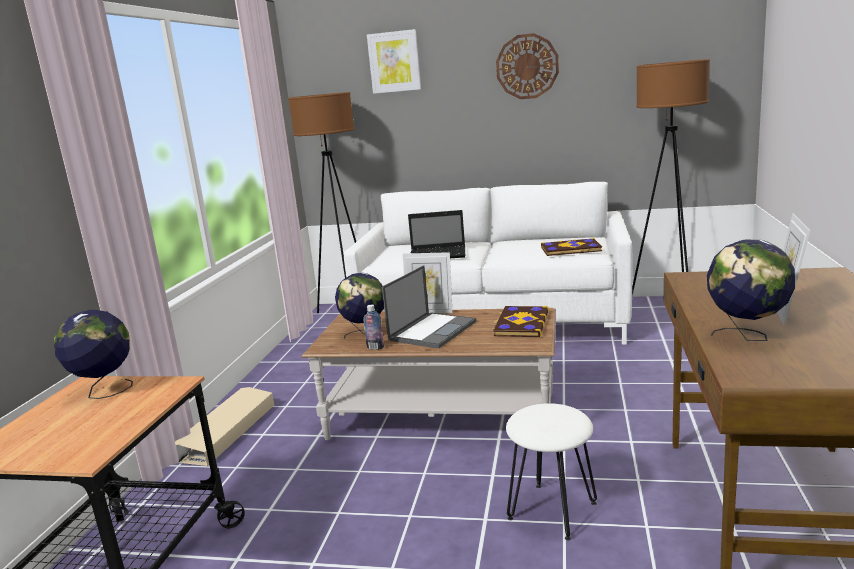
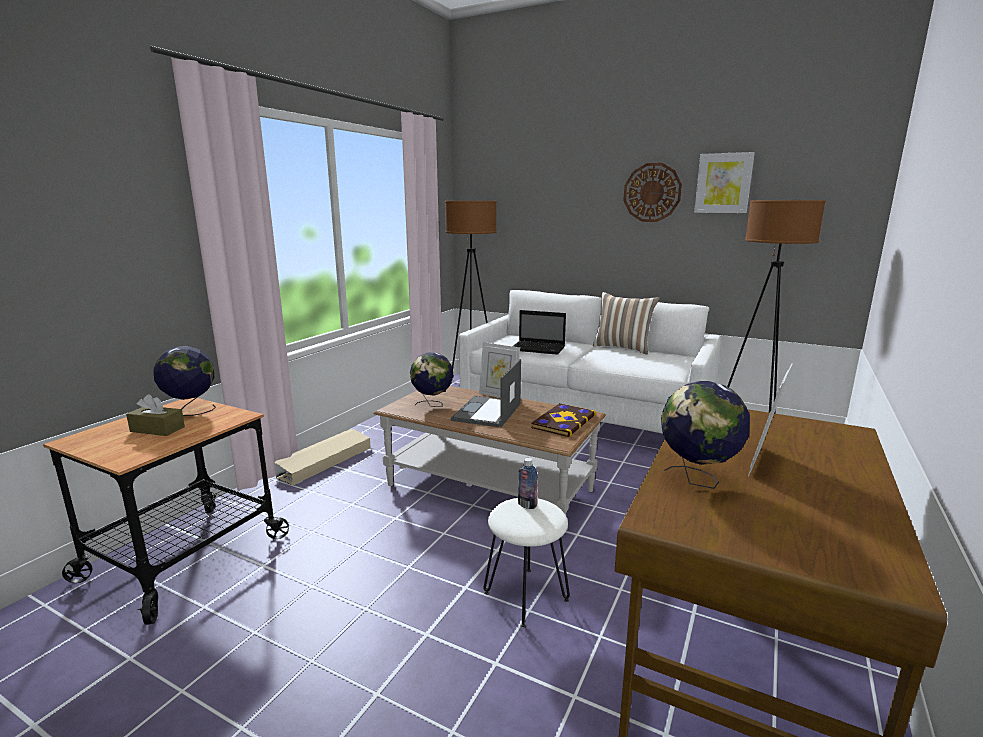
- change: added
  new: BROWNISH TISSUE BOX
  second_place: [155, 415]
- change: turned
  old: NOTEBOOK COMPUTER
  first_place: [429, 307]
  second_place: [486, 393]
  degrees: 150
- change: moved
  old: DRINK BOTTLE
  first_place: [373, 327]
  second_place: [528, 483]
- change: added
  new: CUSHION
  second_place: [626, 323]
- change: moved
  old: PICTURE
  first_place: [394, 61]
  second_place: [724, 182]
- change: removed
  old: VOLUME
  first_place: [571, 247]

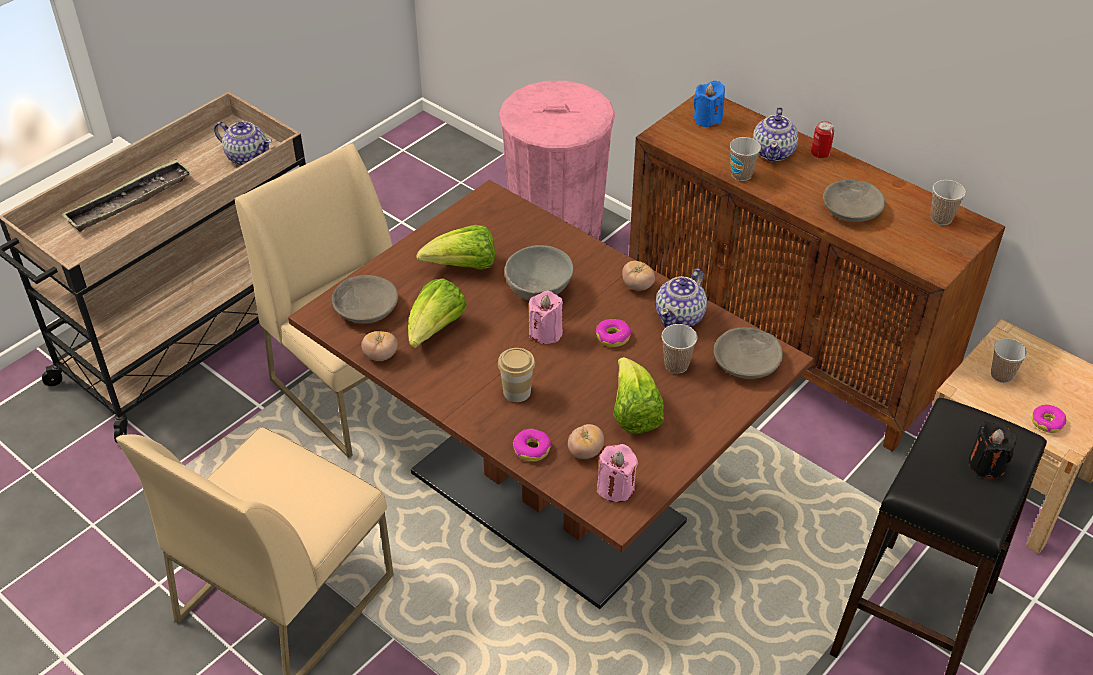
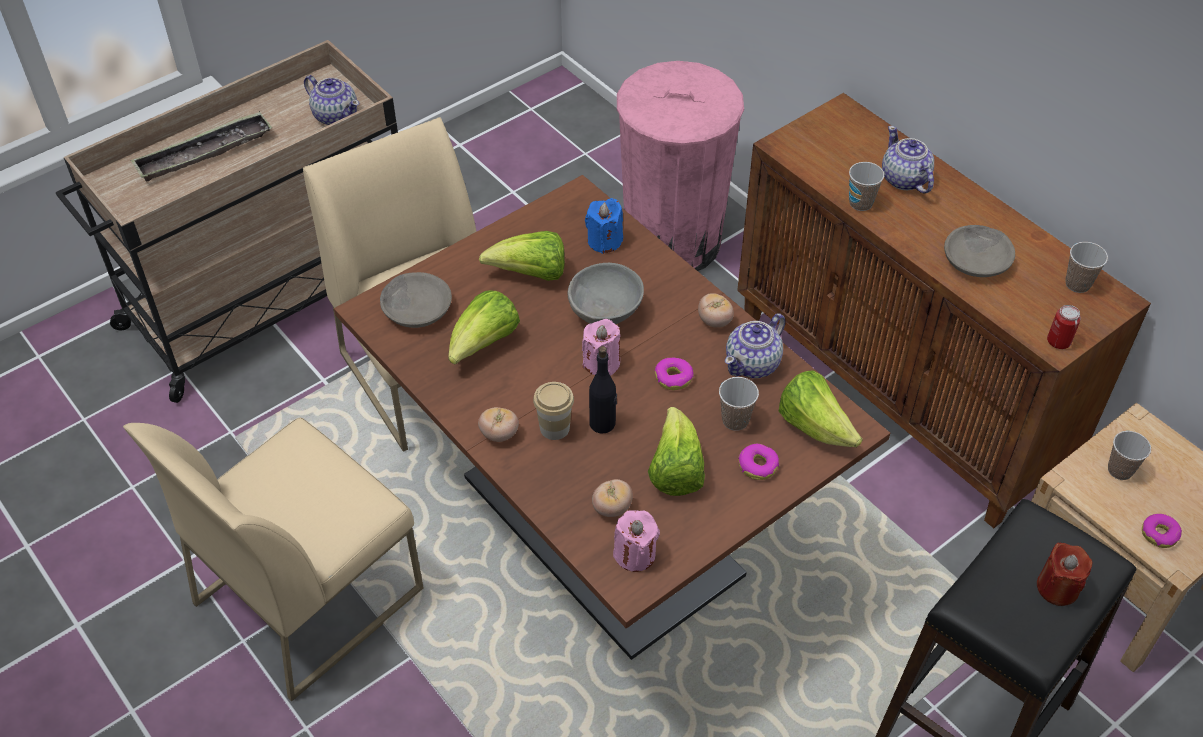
- change: moved
  old: FRESH TOMATO
  first_place: [379, 346]
  second_place: [498, 424]
- change: moved
  old: BLUISH WAX CANDLE
  first_place: [709, 104]
  second_place: [604, 226]
- change: added
  new: BLACK DRINK BOTTLE
  second_place: [603, 389]
- change: moved
  old: DOUGHNUT
  first_place: [532, 445]
  second_place: [758, 462]
- change: replaced
  old: GREYISH DEEP DISH
  new: LETTUCE HEAD
  first_place: [748, 353]
  second_place: [821, 408]
- change: turned
  old: POT FOR TEA
  first_place: [775, 134]
  second_place: [908, 160]
  degrees: 135
- change: recoloured
  old: BLACK WAX CANDLE
  new: RED-COLOURED WAX CANDLE
  first_place: [992, 450]
  second_place: [1065, 574]
- change: moved
  old: SEALED CAN
  first_place: [822, 139]
  second_place: [1064, 327]

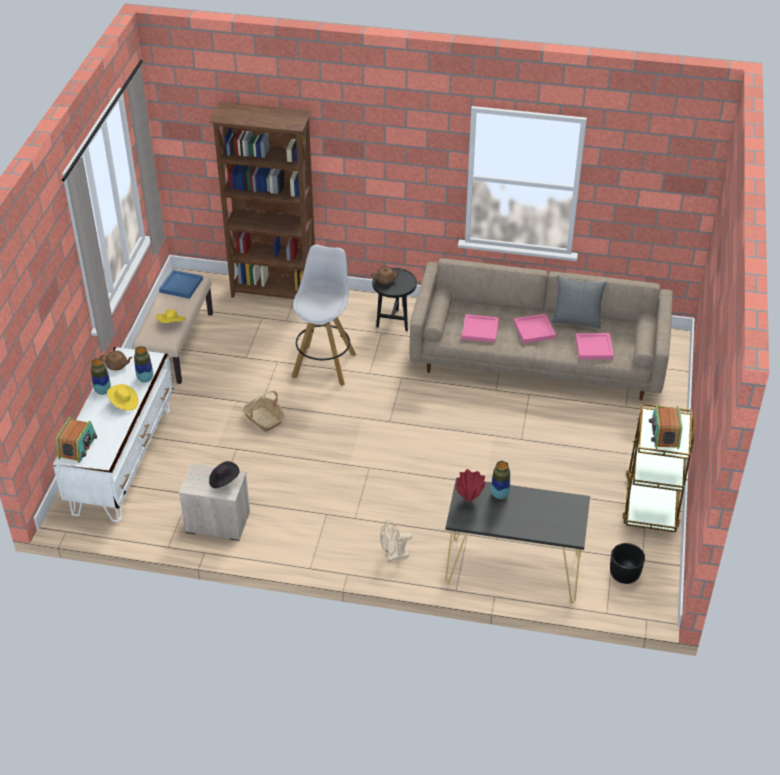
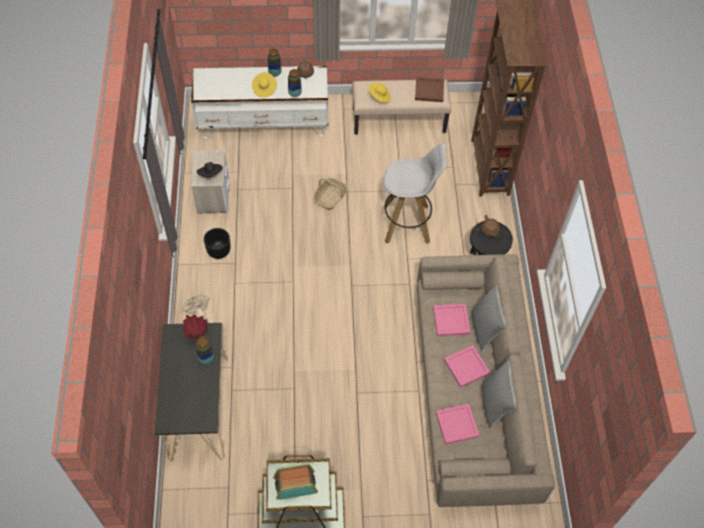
- change: moved
  old: BLACK FLOWER POT
  first_place: [627, 563]
  second_place: [217, 243]
- change: recoloured
  old: BLUISH TRAY
  new: BROWNISH TRAY
  first_place: [181, 284]
  second_place: [429, 89]
- change: added
  new: GREYISH CUSHION
  second_place: [489, 317]
- change: removed
  old: RADIO SET
  first_place: [76, 440]

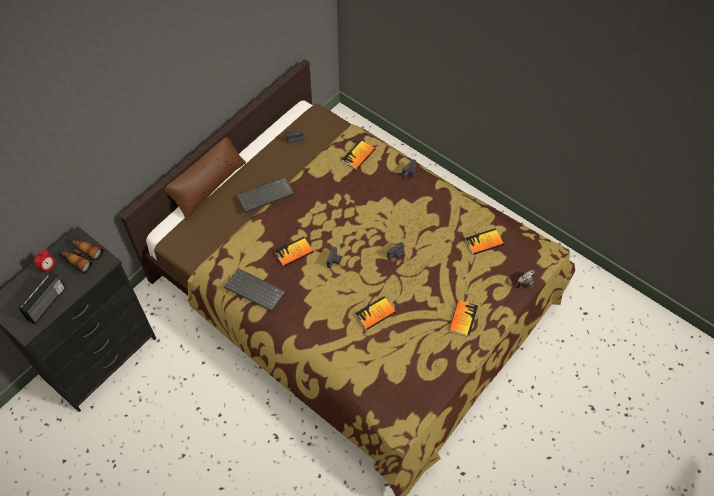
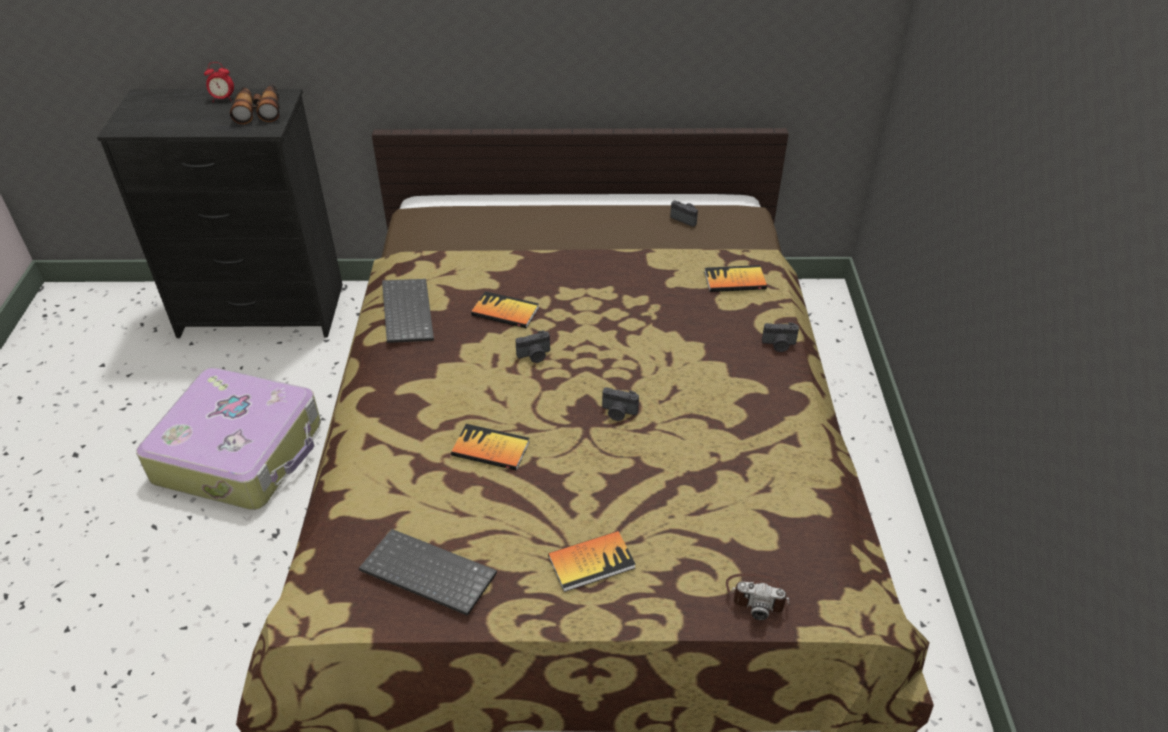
- change: added
  new: PIECE OF LUGGAGE
  second_place: [228, 439]
- change: moved
  old: PC KEYBOARD
  first_place: [265, 195]
  second_place: [428, 572]
- change: removed
  old: RADIO SET
  first_place: [42, 297]
- change: removed
  old: BROWNISH CUSHION
  first_place: [205, 179]
- change: removed
  old: VOLUME
  first_place: [484, 241]

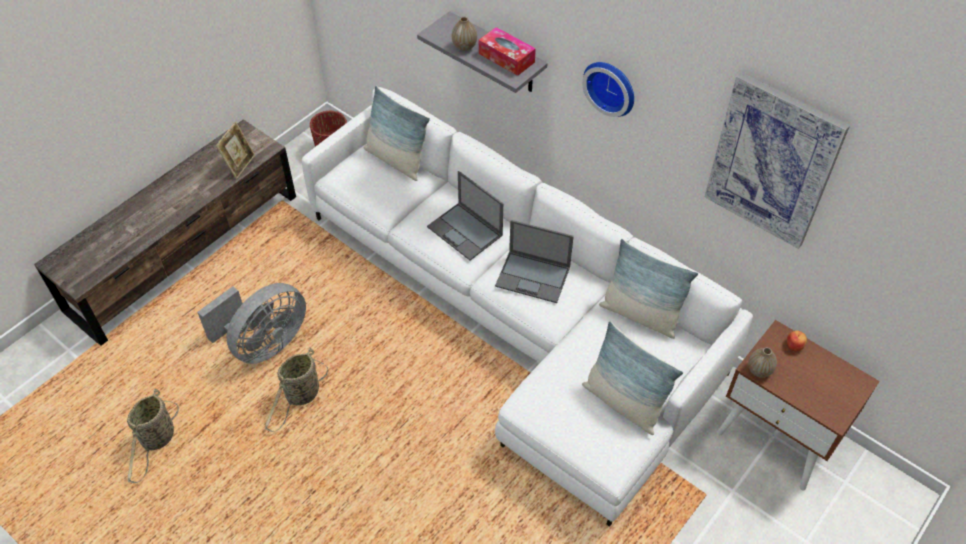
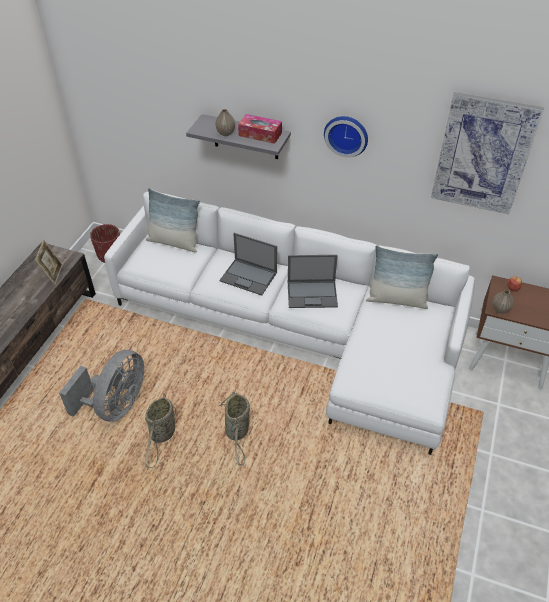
- change: moved
  old: HOUSEHOLD BASKET
  first_place: [153, 435]
  second_place: [234, 428]
- change: removed
  old: CUSHION
  first_place: [632, 378]

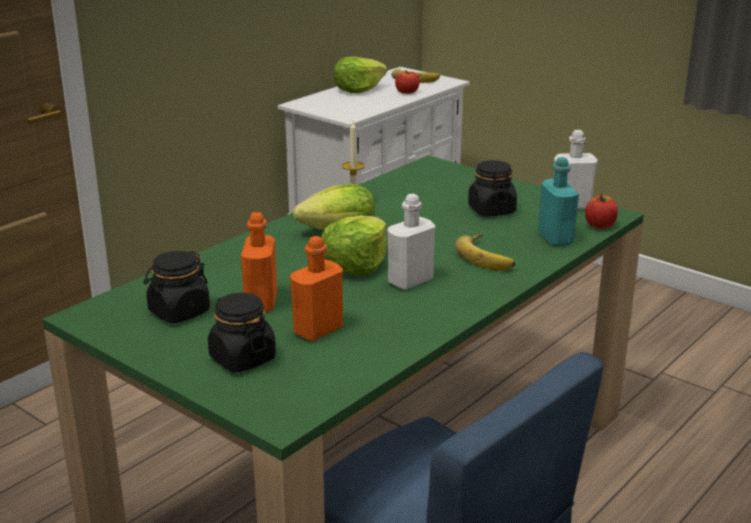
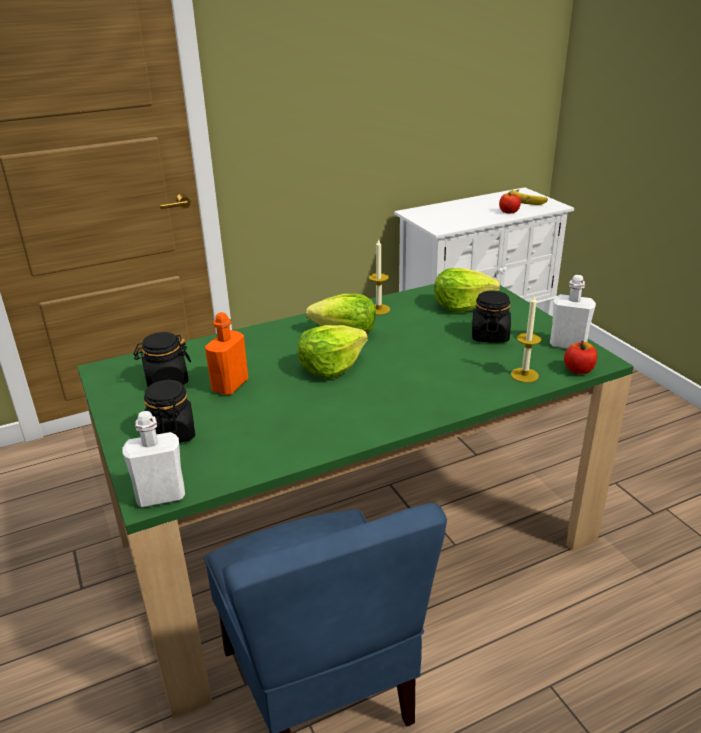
- change: moved
  old: WHITE DRINK BOTTLE
  first_place: [411, 242]
  second_place: [154, 459]
- change: moved
  old: LETTUCE HEAD
  first_place: [360, 75]
  second_place: [467, 290]
- change: replaced
  old: TURQUOISE-COLOURED DRINK BOTTLE
  new: WAX CANDLE
  first_place: [558, 201]
  second_place: [526, 339]
- change: removed
  old: ORANGE-COLOURED DRINK BOTTLE
  first_place: [316, 288]
- change: removed
  old: BANANA
  first_place: [485, 252]

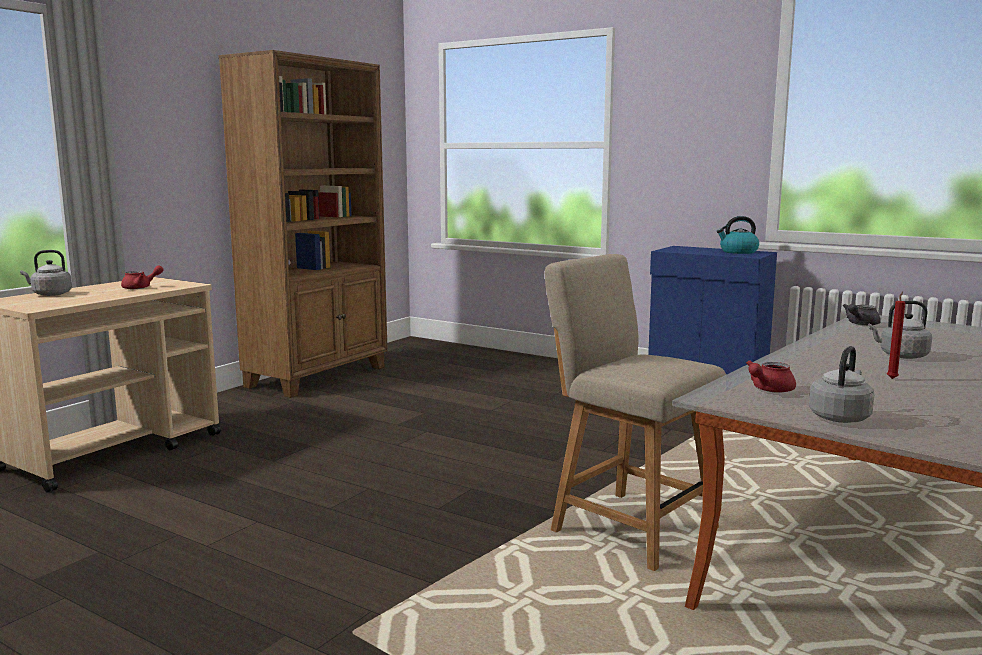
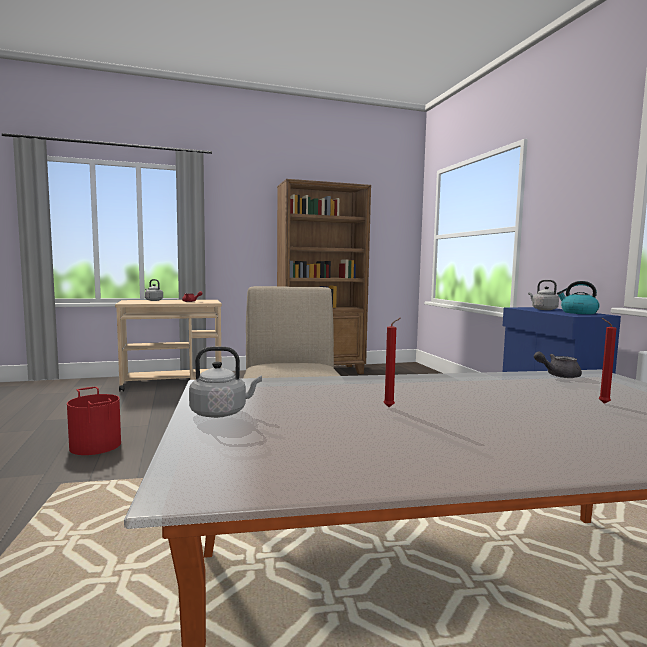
- change: added
  new: RED-COLOURED PAIL
  second_place: [94, 421]
- change: moved
  old: GREYISH WATER KETTLE
  first_place: [900, 330]
  second_place: [543, 295]
- change: added
  new: RED-COLOURED WAX CANDLE
  second_place: [607, 361]
- change: removed
  old: RED-COLOURED POT FOR TEA
  first_place: [771, 376]

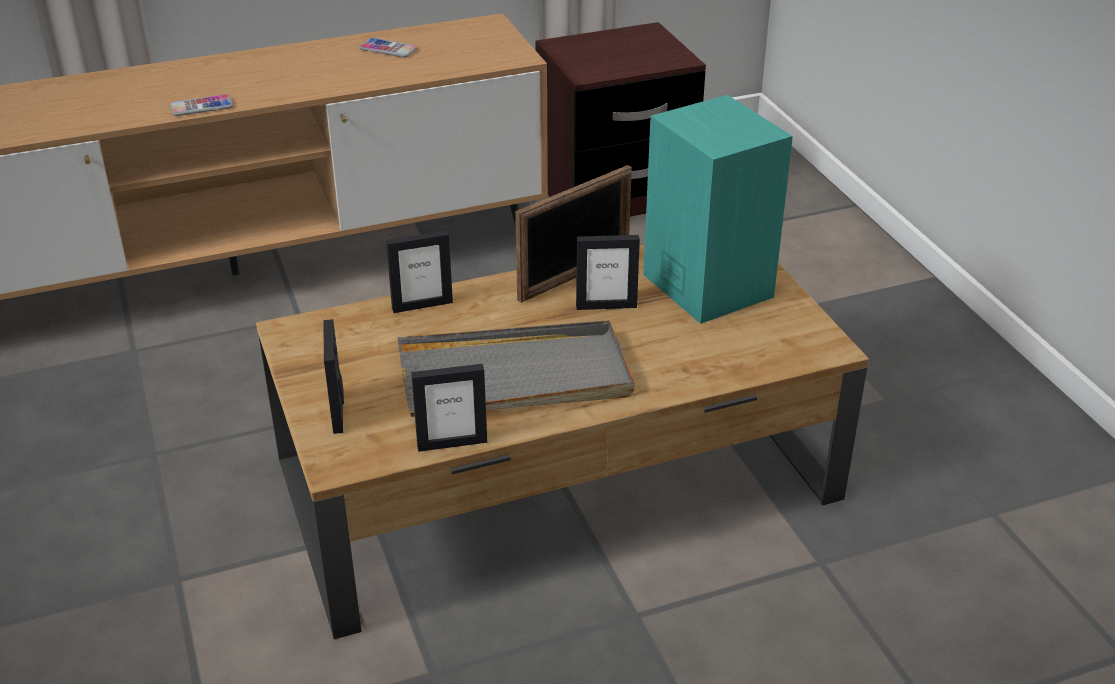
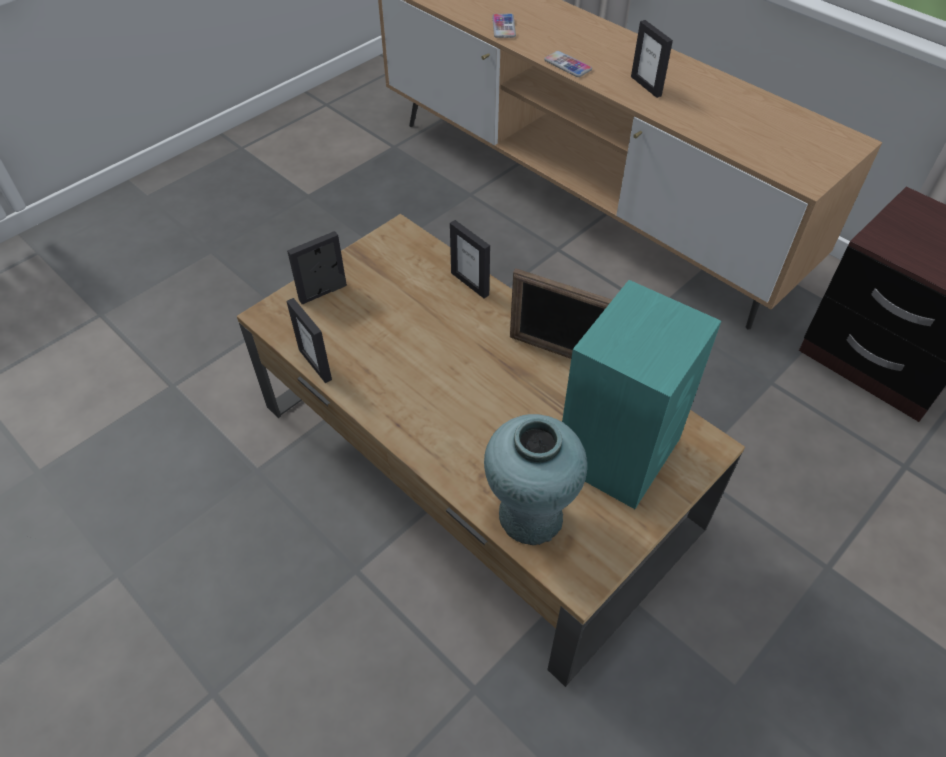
- change: added
  new: TURQUOISE-COLOURED DECORATIVE VASE
  second_place: [535, 479]
- change: moved
  old: HANDSET
  first_place: [388, 48]
  second_place: [504, 26]
- change: moved
  old: PHOTO FRAME
  first_place: [608, 272]
  second_place: [652, 59]
- change: removed
  old: GREYISH TRAY
  first_place: [516, 368]

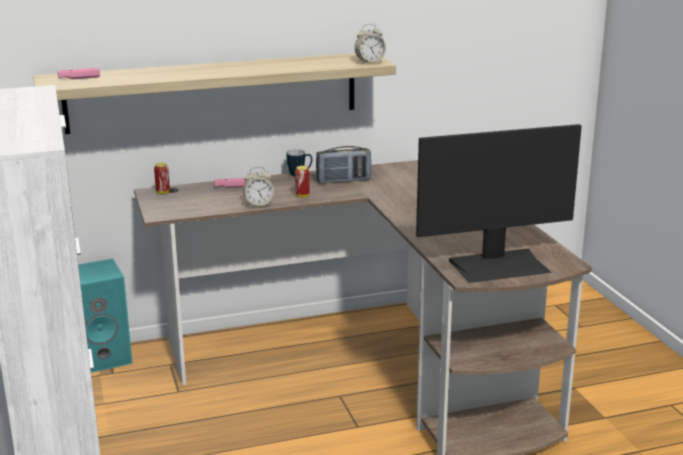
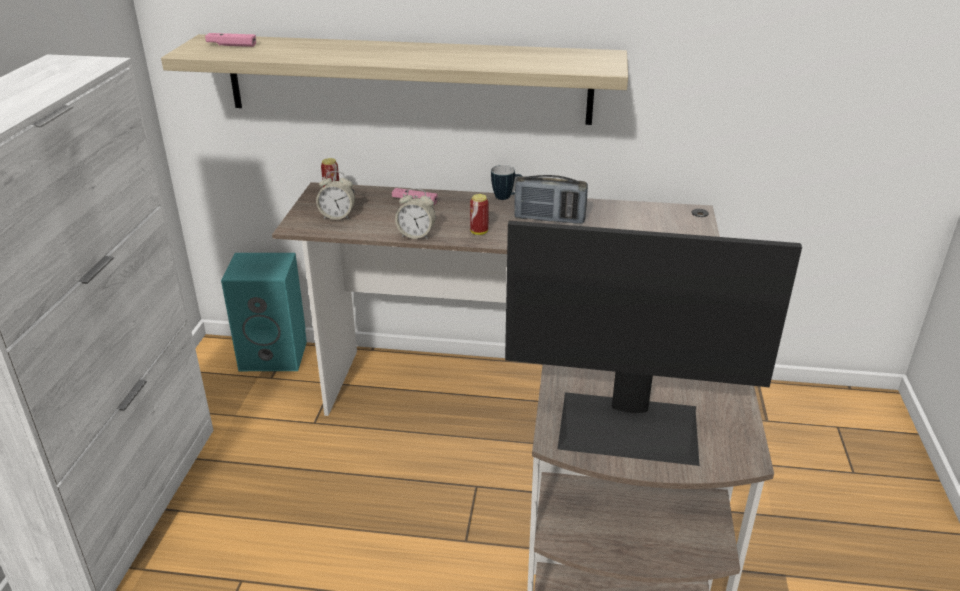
- change: moved
  old: TABLE CLOCK
  first_place: [370, 44]
  second_place: [335, 195]

